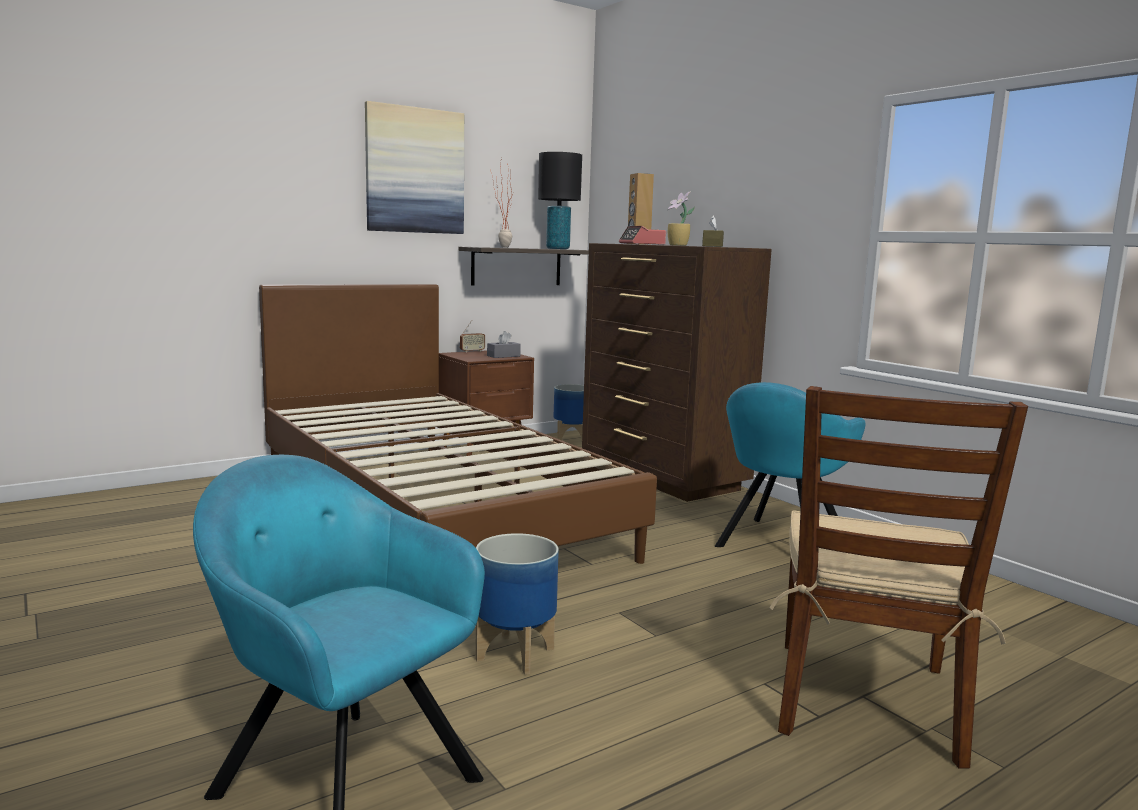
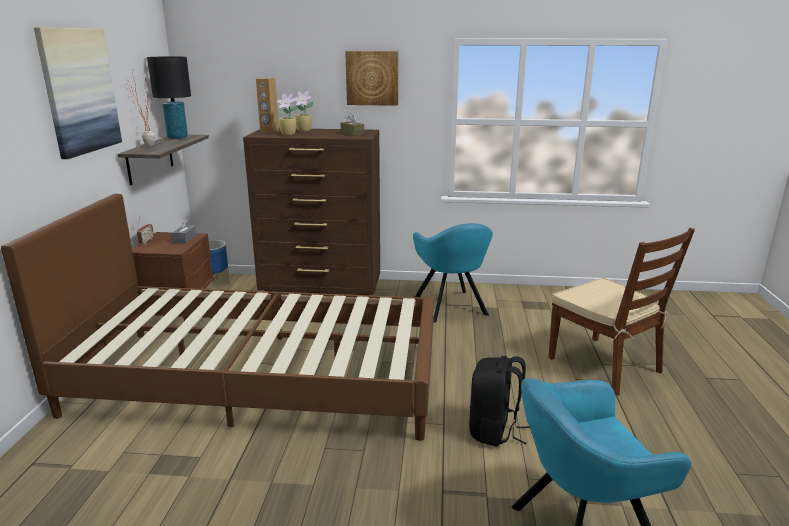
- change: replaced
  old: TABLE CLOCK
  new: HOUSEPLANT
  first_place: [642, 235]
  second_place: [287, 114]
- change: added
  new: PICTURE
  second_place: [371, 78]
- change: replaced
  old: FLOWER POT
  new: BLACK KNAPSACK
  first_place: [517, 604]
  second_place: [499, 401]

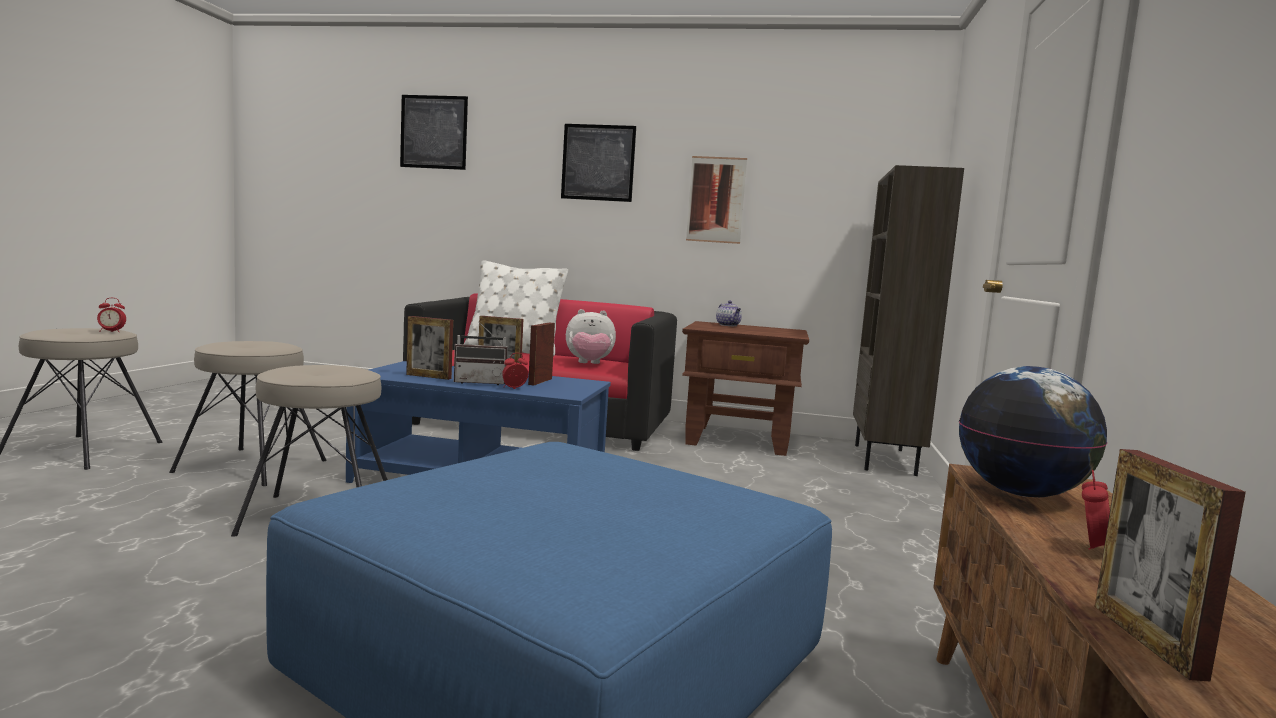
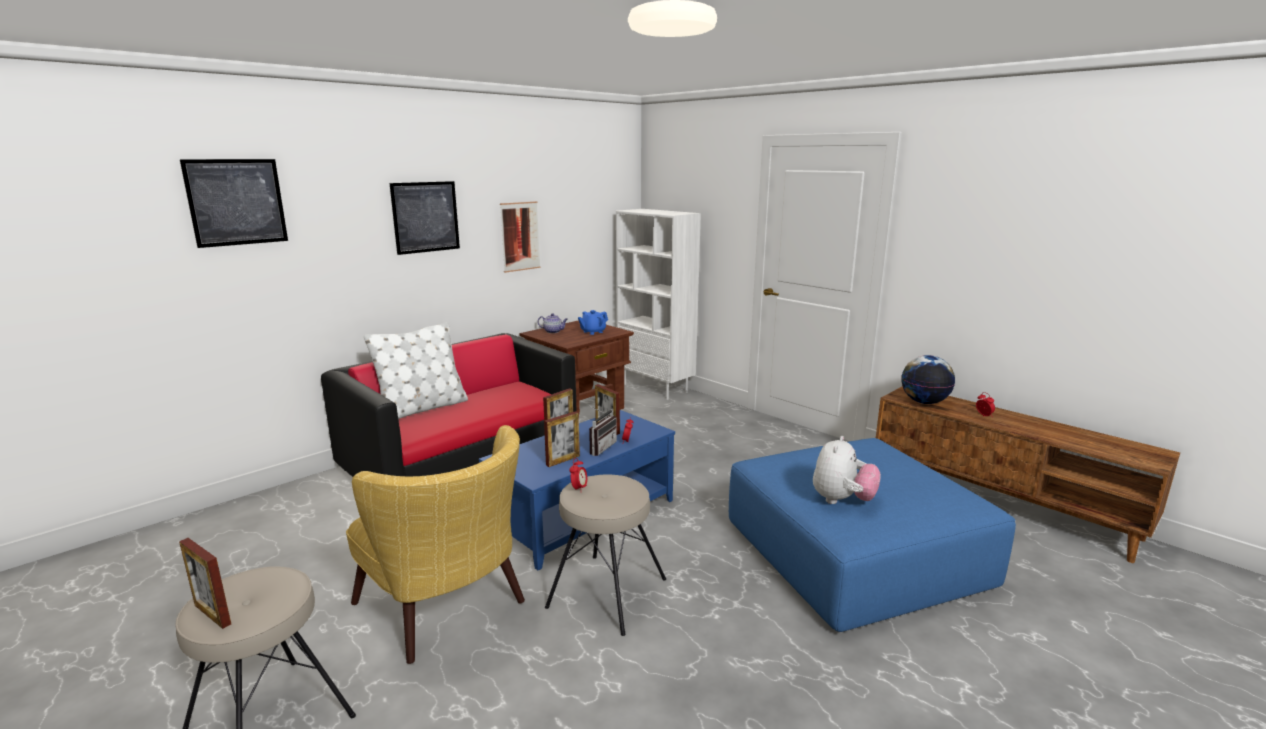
- change: moved
  old: PHOTO FRAME
  first_place: [1170, 565]
  second_place: [205, 583]
- change: replaced
  old: BEIGE-COLOURED STOOL SEAT
  new: YELLOW-COLOURED LOUNGE CHAIR
  first_place: [248, 413]
  second_place: [435, 544]
- change: moved
  old: TABLE CLOCK
  first_place: [111, 315]
  second_place: [578, 475]
- change: added
  new: BLUISH POT FOR TEA
  second_place: [593, 322]
- change: recoloured
  old: BROWNISH BOOKCASE
  new: WHITE BOOKCASE
  first_place: [908, 320]
  second_place: [658, 304]
- change: moved
  old: PLUSH TOY
  first_place: [591, 336]
  second_place: [847, 470]

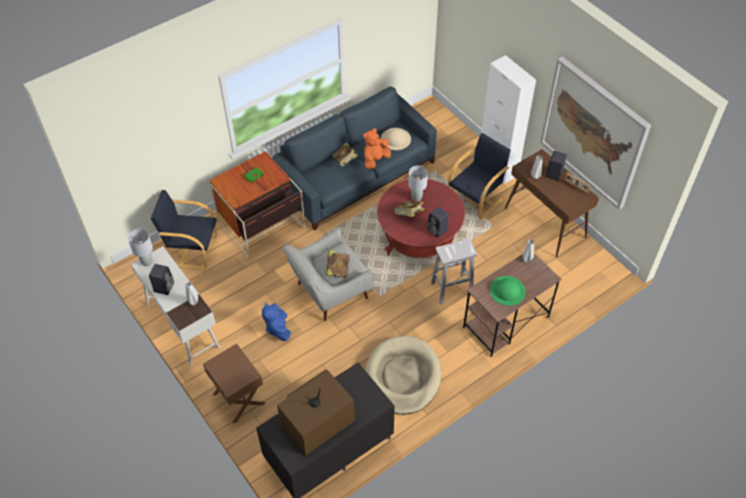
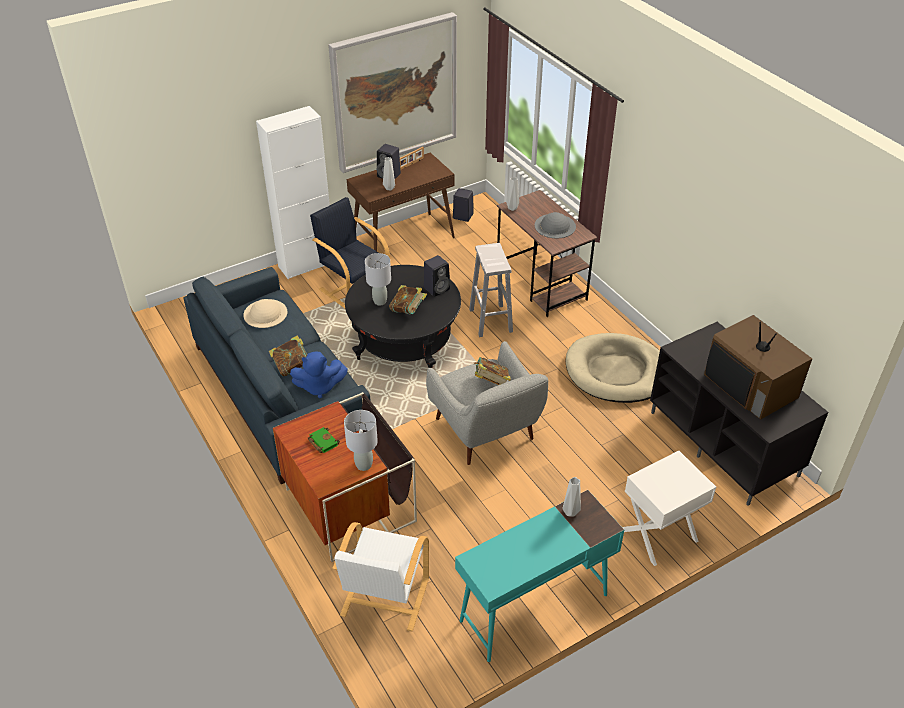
- change: moved
  old: BLUISH PLUSH TOY
  first_place: [276, 322]
  second_place: [319, 375]
- change: recoloured
  old: BLACK LOUNGE CHAIR
  new: WHITE LOUNGE CHAIR
  first_place: [183, 230]
  second_place: [381, 576]
- change: moved
  old: GREYISH LAMP FOR A TABLE
  first_place: [140, 247]
  second_place: [361, 440]
- change: recoloured
  old: RED-COLOURED LOW TABLE
  new: BLACK LOW TABLE
  first_place: [421, 218]
  second_place: [403, 316]
- change: moved
  old: BLACK LOUDSPEAKER
  first_place: [161, 279]
  second_place: [463, 205]
- change: recoloured
  old: WHITE DESK UNIT
  new: TURQUOISE-COLOURED DESK UNIT
  first_place: [175, 306]
  second_place: [539, 576]
- change: recoloured
  old: GREEN-COLOURED HAT
  new: GREYISH HAT
  first_place: [508, 291]
  second_place: [555, 225]
- change: recoloured
  old: BROWNISH BEDSIDE TABLE
  new: WHITE BEDSIDE TABLE
  first_place: [234, 383]
  second_place: [669, 508]
- change: removed
  old: ORANGE-COLOURED PLUSH TOY
  first_place: [377, 148]

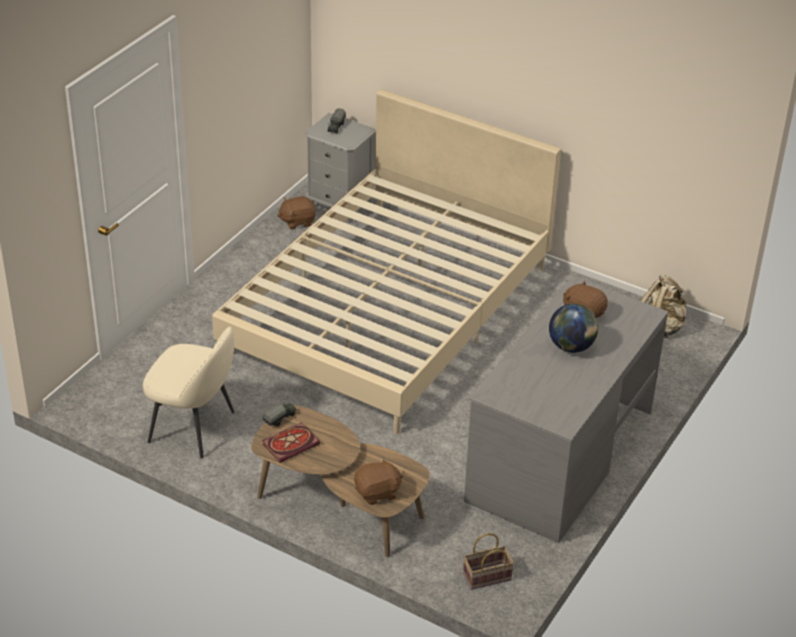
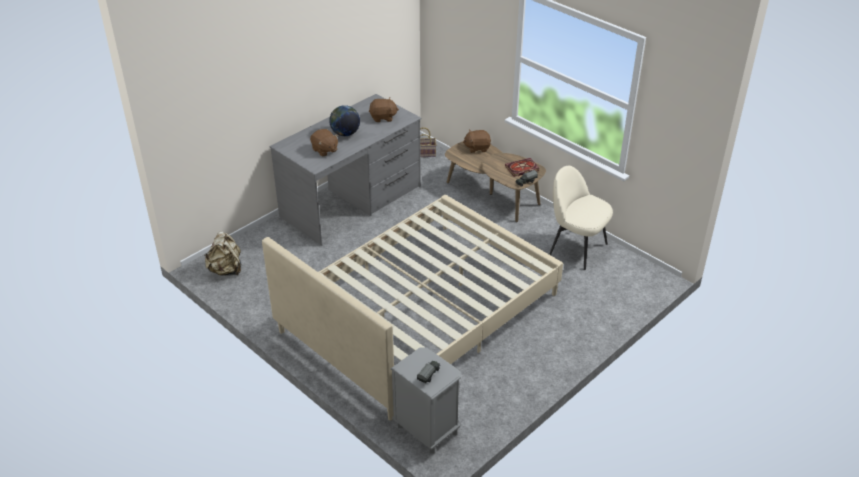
- change: moved
  old: BROWNISH PLUSH TOY
  first_place: [296, 212]
  second_place: [384, 109]

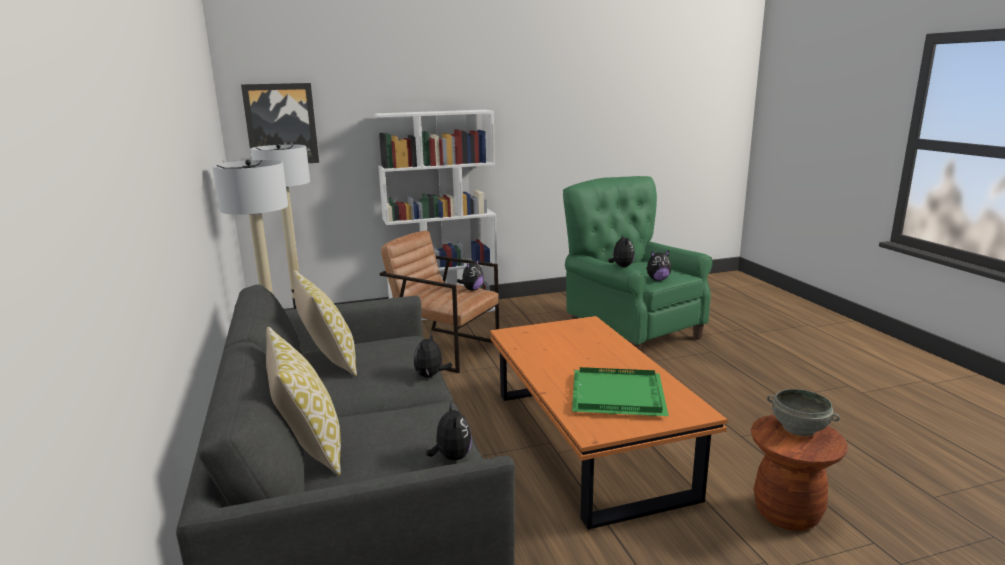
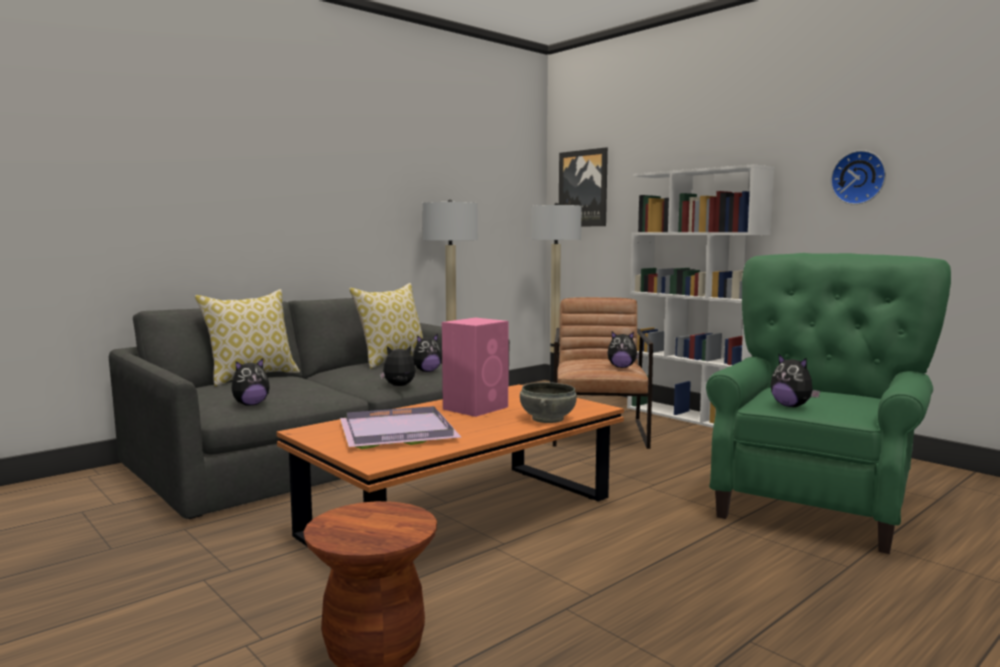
- change: recoloured
  old: GREEN-COLOURED TRAY
  new: PURPLE TRAY
  first_place: [620, 392]
  second_place: [400, 427]
- change: moved
  old: PLUSH TOY
  first_place: [621, 250]
  second_place: [427, 353]
- change: added
  new: PINK LOUDSPEAKER
  second_place: [475, 367]
- change: moved
  old: GREYISH DEEP DISH
  first_place: [803, 412]
  second_place: [548, 402]
- change: added
  new: CLOCK ON THE WALL
  second_place: [858, 177]

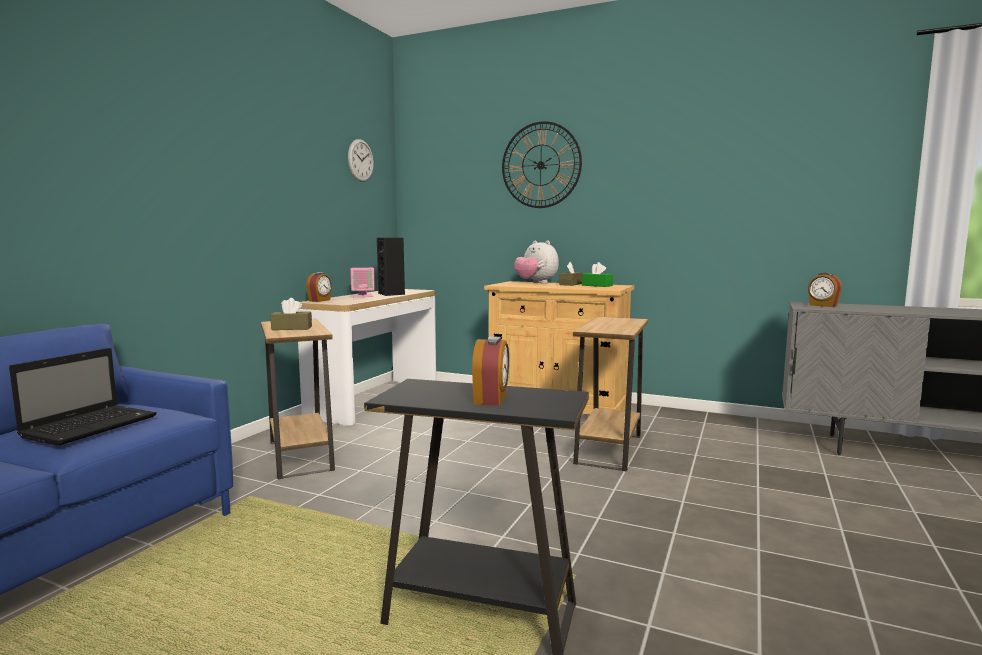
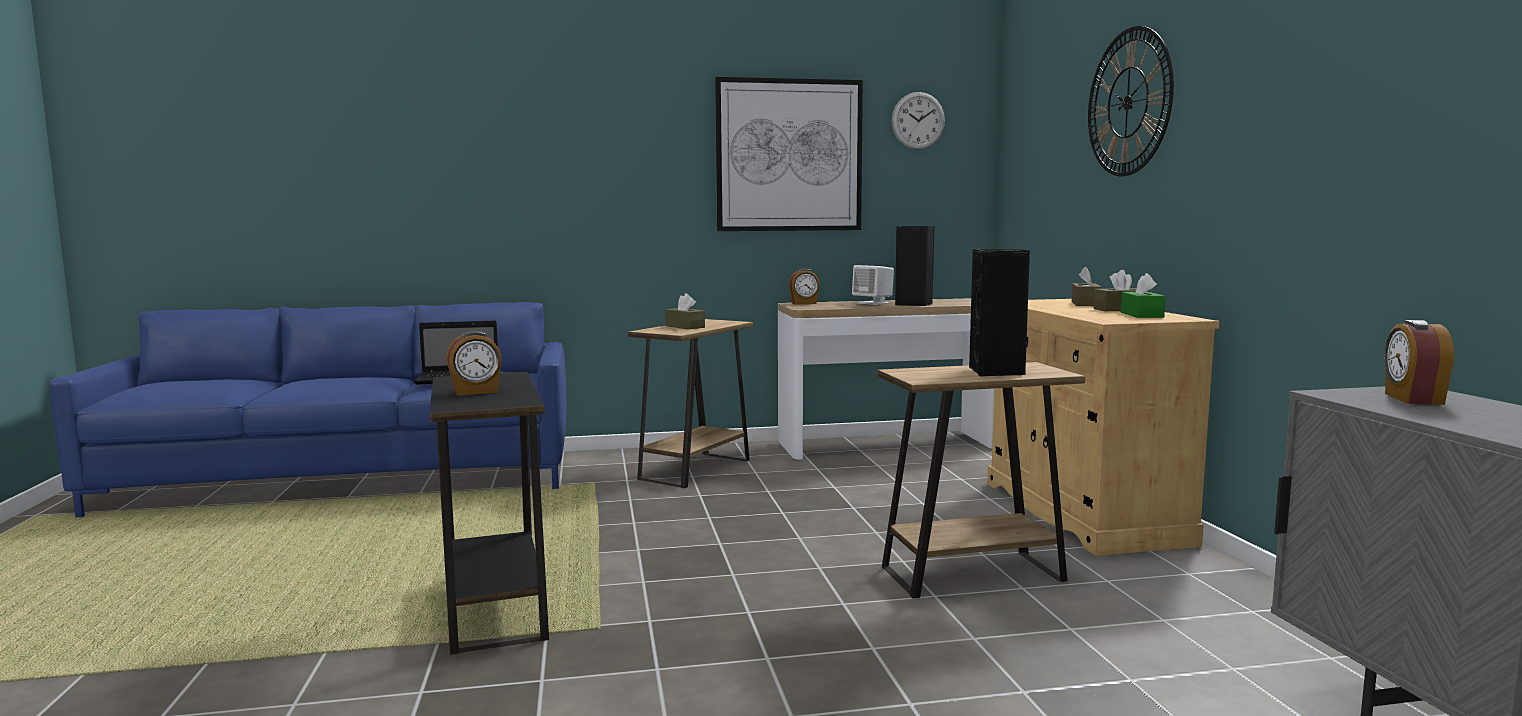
- change: added
  new: PICTURE
  second_place: [789, 154]
- change: recoloured
  old: PINK LOUDSPEAKER
  new: WHITE LOUDSPEAKER
  first_place: [362, 282]
  second_place: [873, 285]
- change: added
  new: BLACK LOUDSPEAKER
  second_place: [999, 312]
- change: replaced
  old: PLUSH TOY
  new: BROWNISH TISSUE BOX
  first_place: [536, 262]
  second_place: [1087, 286]

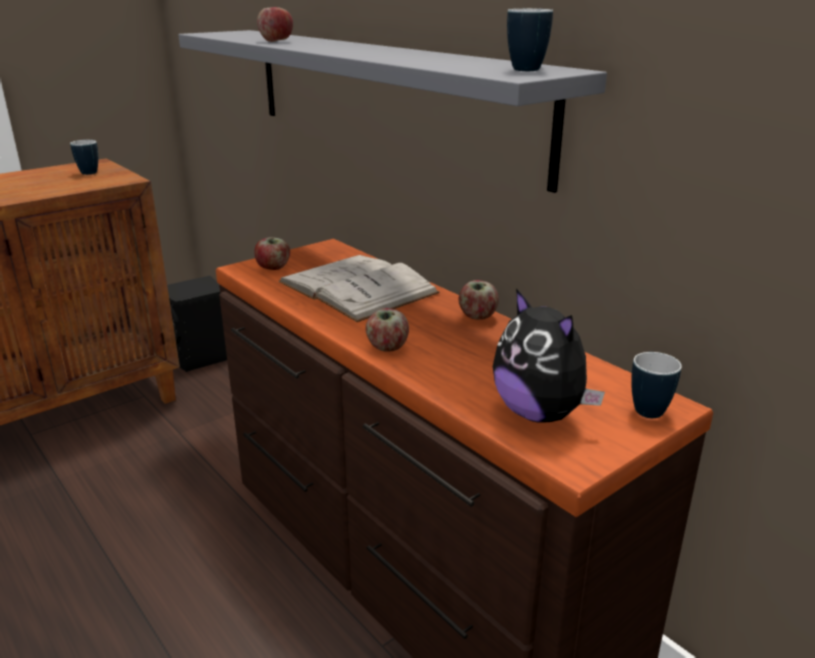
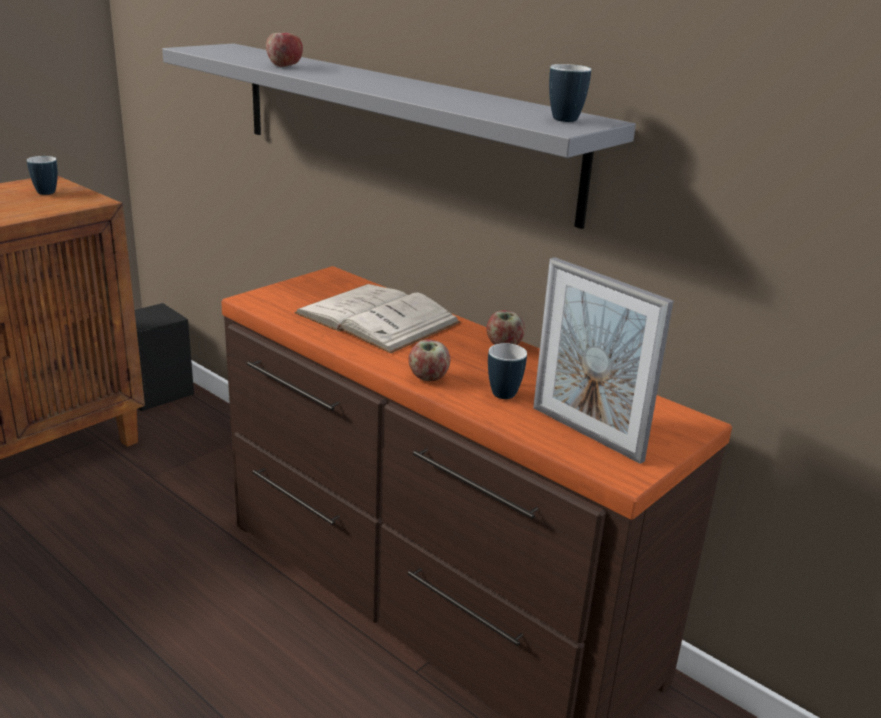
- change: moved
  old: MUG
  first_place: [656, 385]
  second_place: [507, 371]
- change: replaced
  old: PLUSH TOY
  new: PHOTO FRAME
  first_place: [549, 356]
  second_place: [603, 360]
- change: removed
  old: APPLE
  first_place: [272, 253]

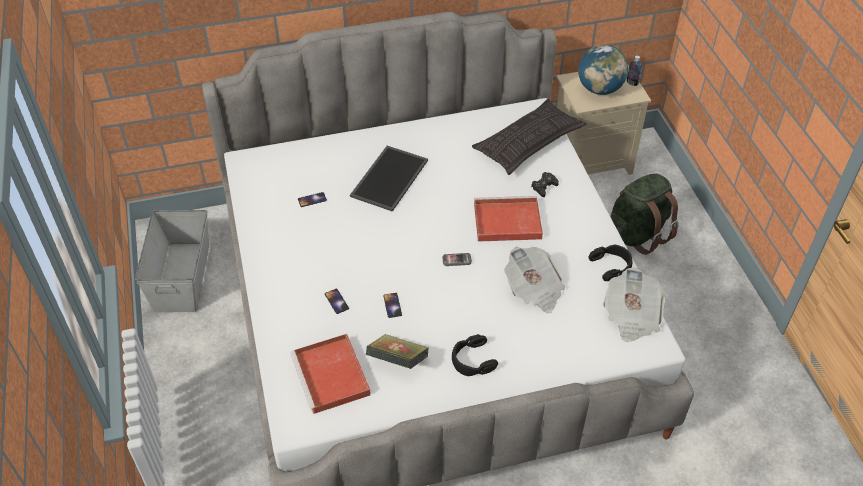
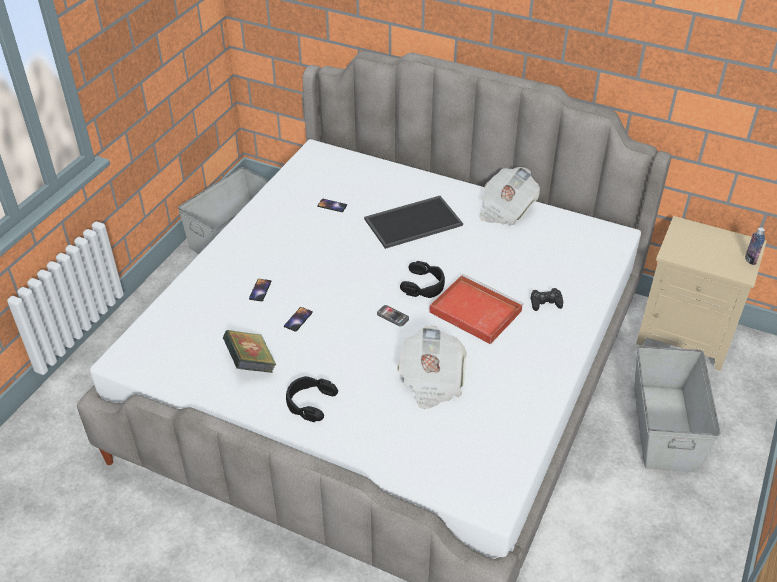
- change: moved
  old: BLACK HEADPHONES
  first_place: [610, 262]
  second_place: [422, 279]
- change: moved
  old: DAILY PAPER
  first_place: [634, 305]
  second_place: [509, 196]
- change: replaced
  old: GREEN-COLOURED KNAPSACK
  new: GREYISH STORAGE CONTAINER
  first_place: [644, 214]
  second_place: [677, 409]
- change: removed
  old: RED-COLOURED TRAY
  first_place: [330, 374]
- change: removed
  old: CUSHION
  first_place: [529, 137]
- change: removed
  old: WORLD GLOBE
  first_place: [603, 70]

